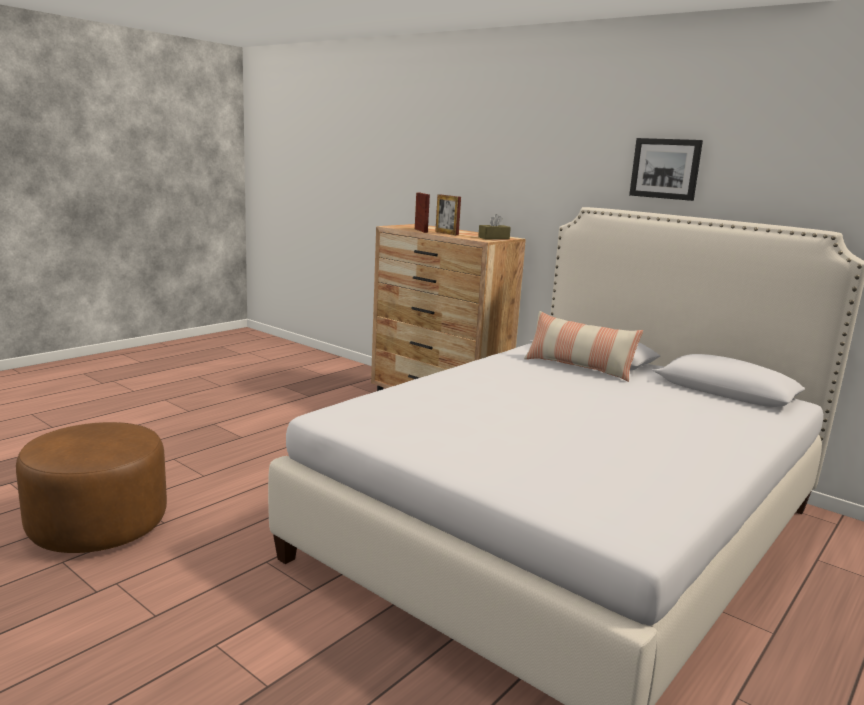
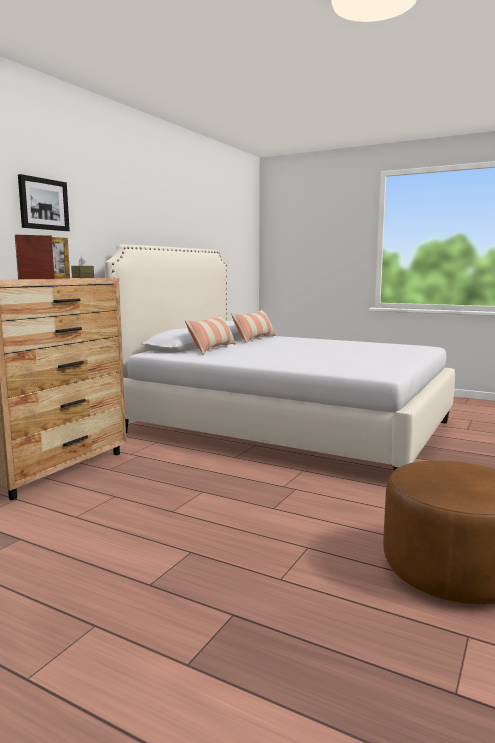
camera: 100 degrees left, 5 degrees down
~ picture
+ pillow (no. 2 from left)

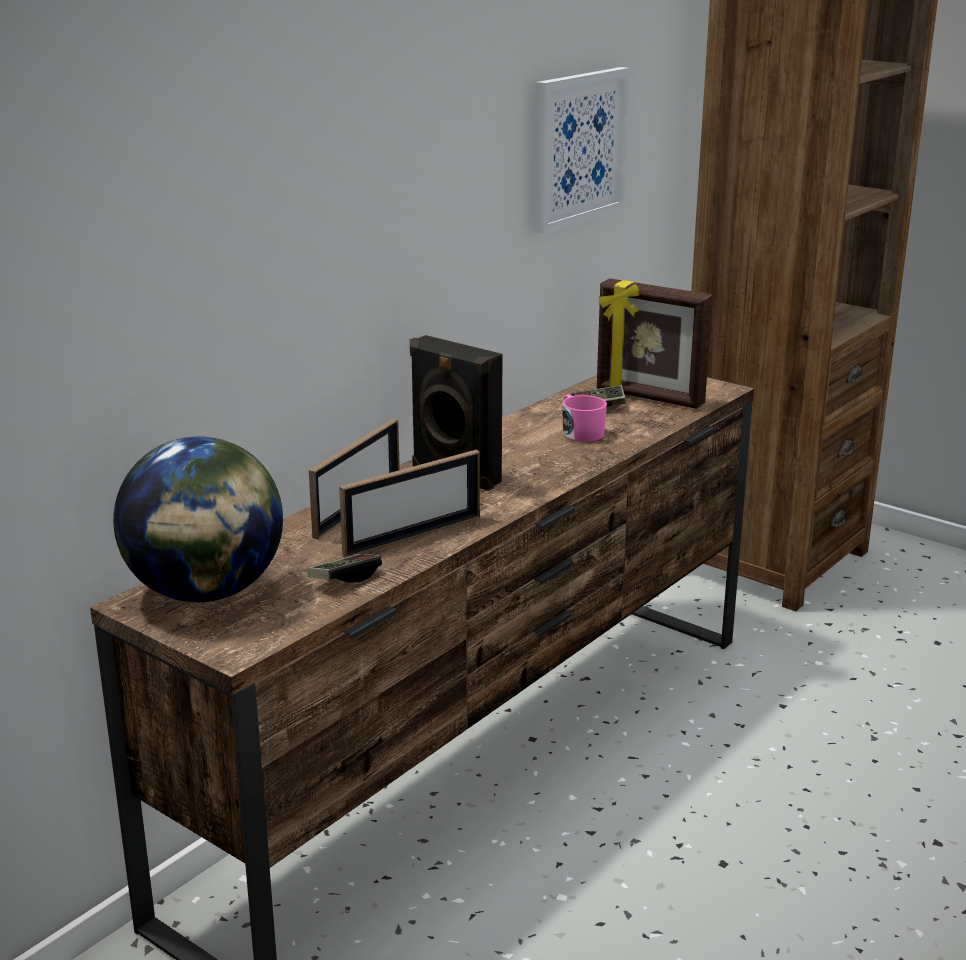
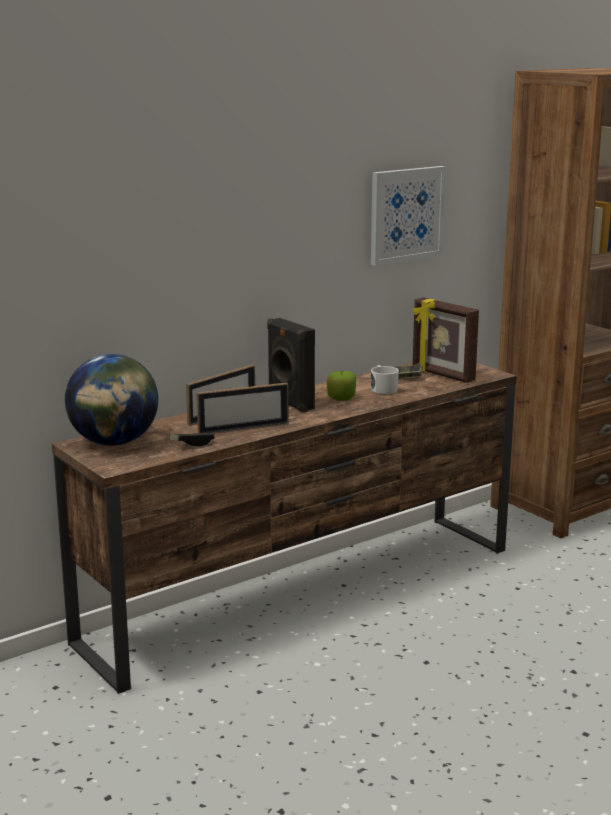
camera: 15 degrees right, 5 degrees down
+ apple
~ pink mug to white mug

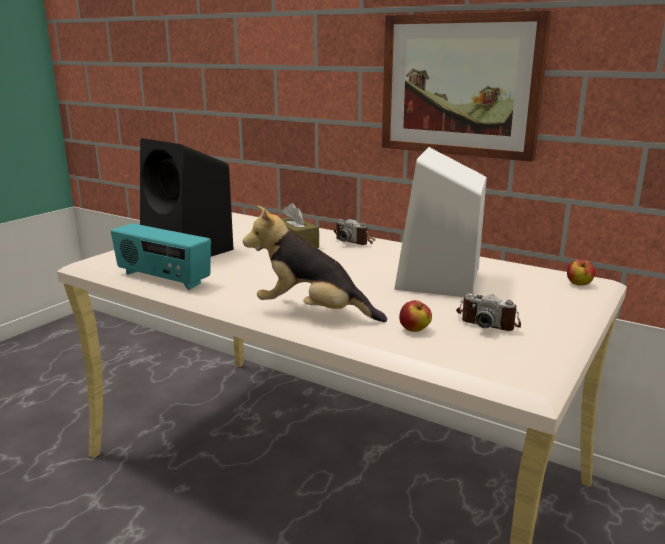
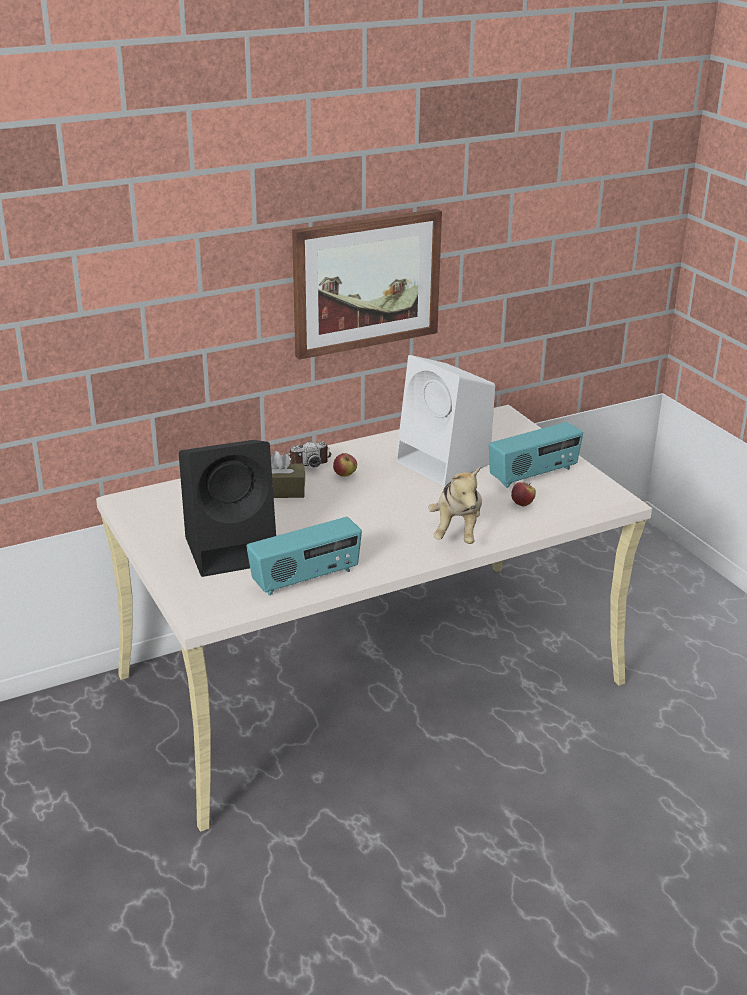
camera: 60 degrees left, 10 degrees up
~ apple (no. 2 from left in the first image) to apple (no. 1 from left)
~ plush toy 45 degrees counterclockwise
~ photo camera (no. 2 from left) to radio (no. 2 from left)

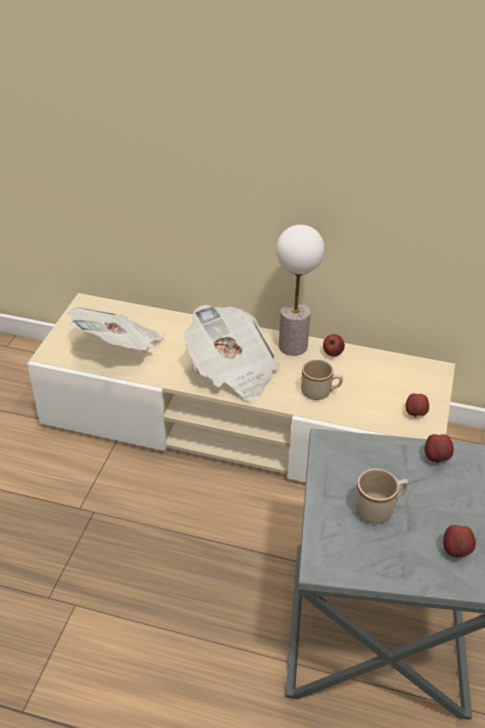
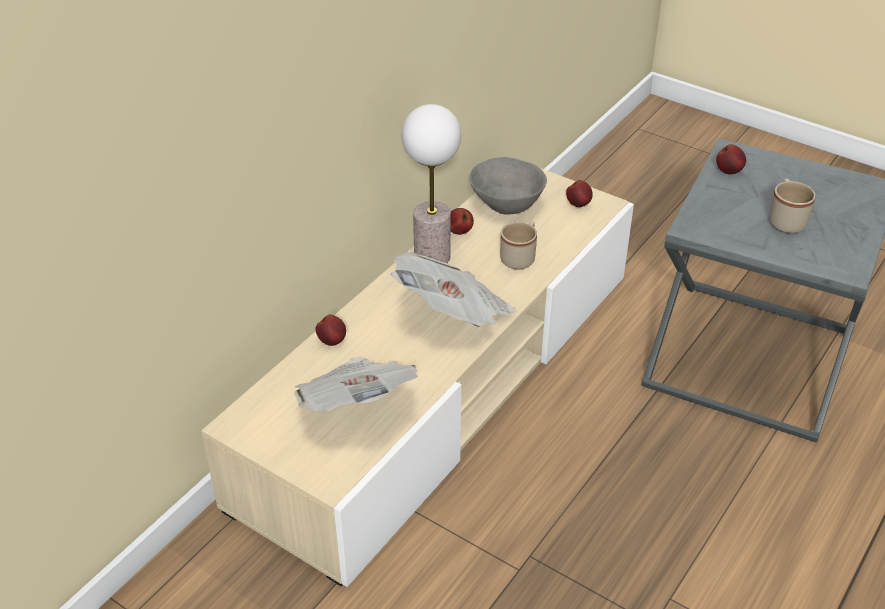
camera: 70 degrees left, 0 degrees up
~ apple (no. 4 from left in the first image) to apple (no. 1 from left)
+ grey bowl

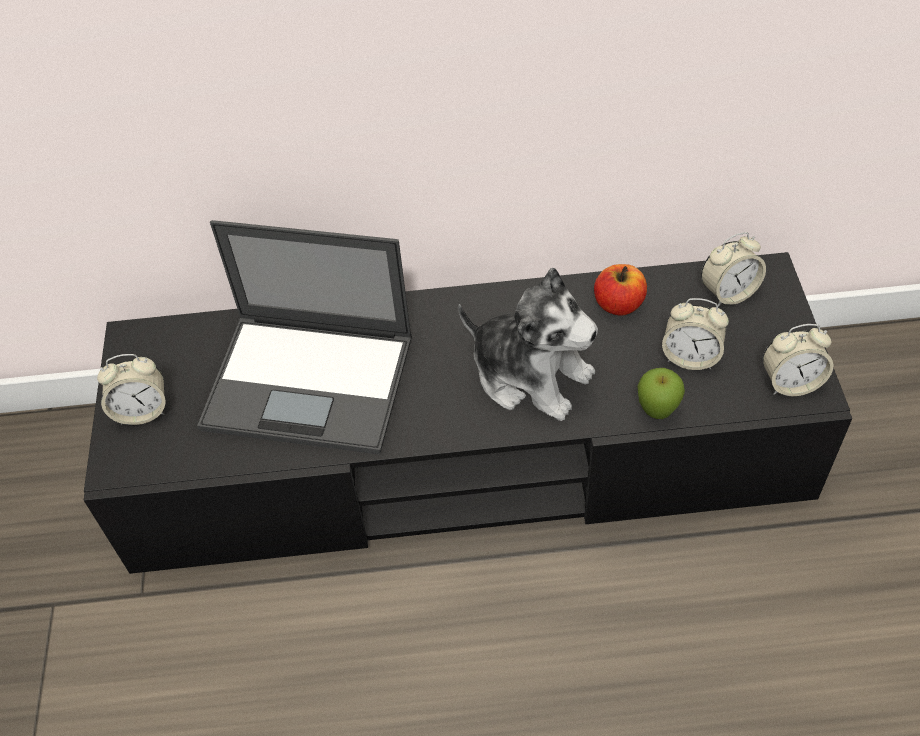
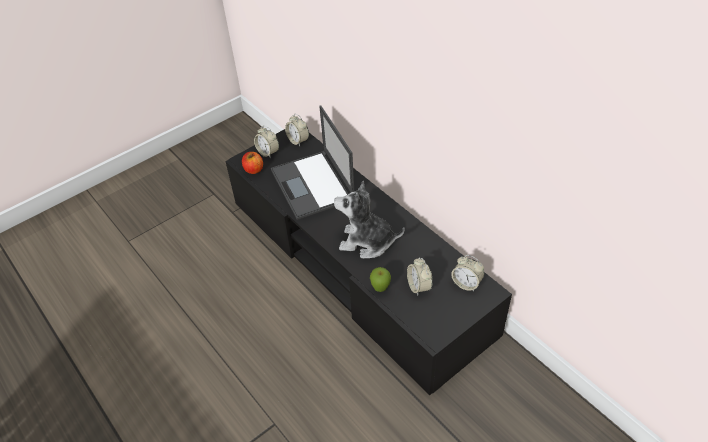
camera: 55 degrees right, 5 degrees down
~ apple (no. 1 from left)
~ alarm clock (no. 4 from left in the first image) to alarm clock (no. 2 from left)
~ plush toy 105 degrees clockwise

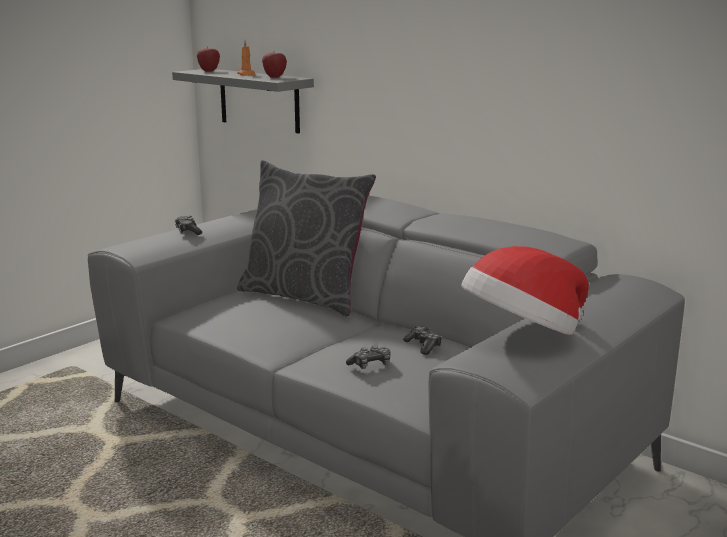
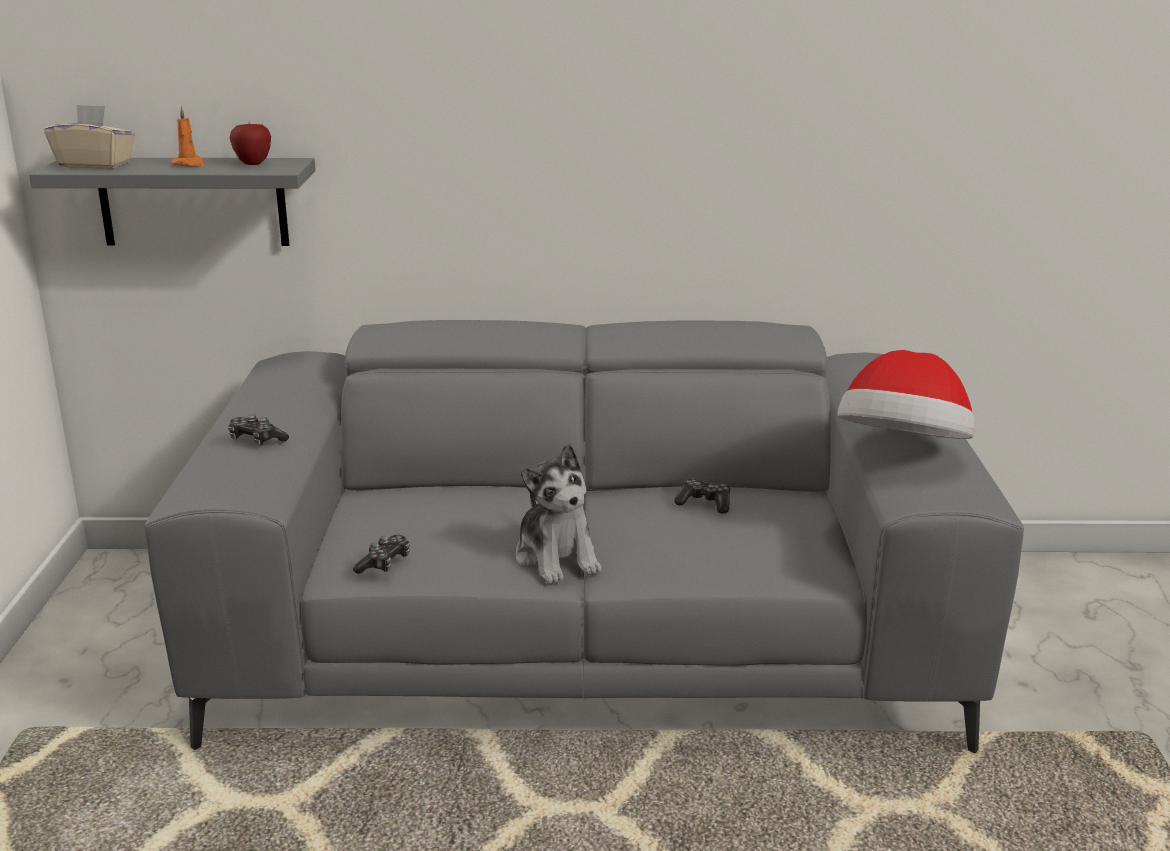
camera: 40 degrees left, 5 degrees up
~ apple (no. 1 from left) to beige tissue box
~ game controller (no. 2 from left)
+ plush toy
- grey pillow

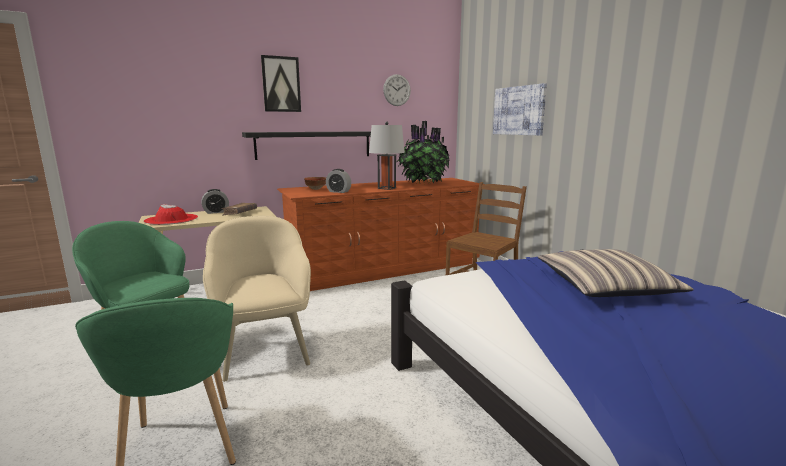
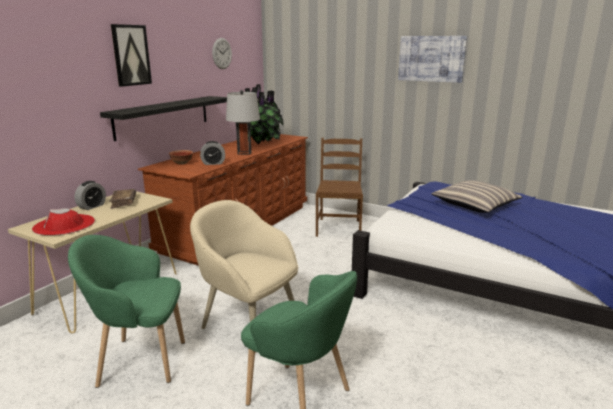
camera: 35 degrees left, 5 degrees up
~ picture (no. 2 from left)

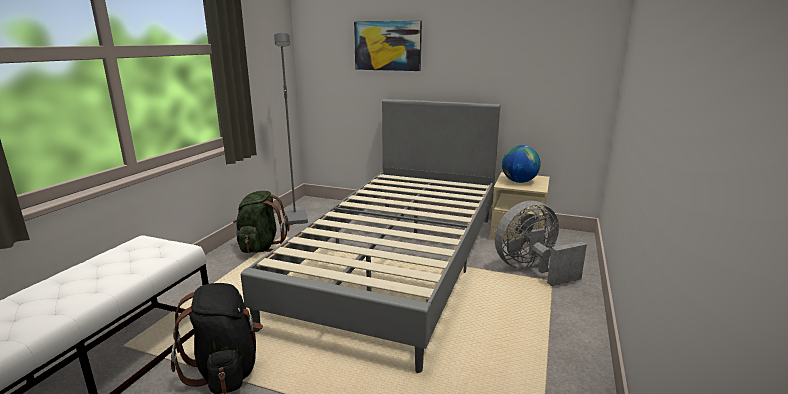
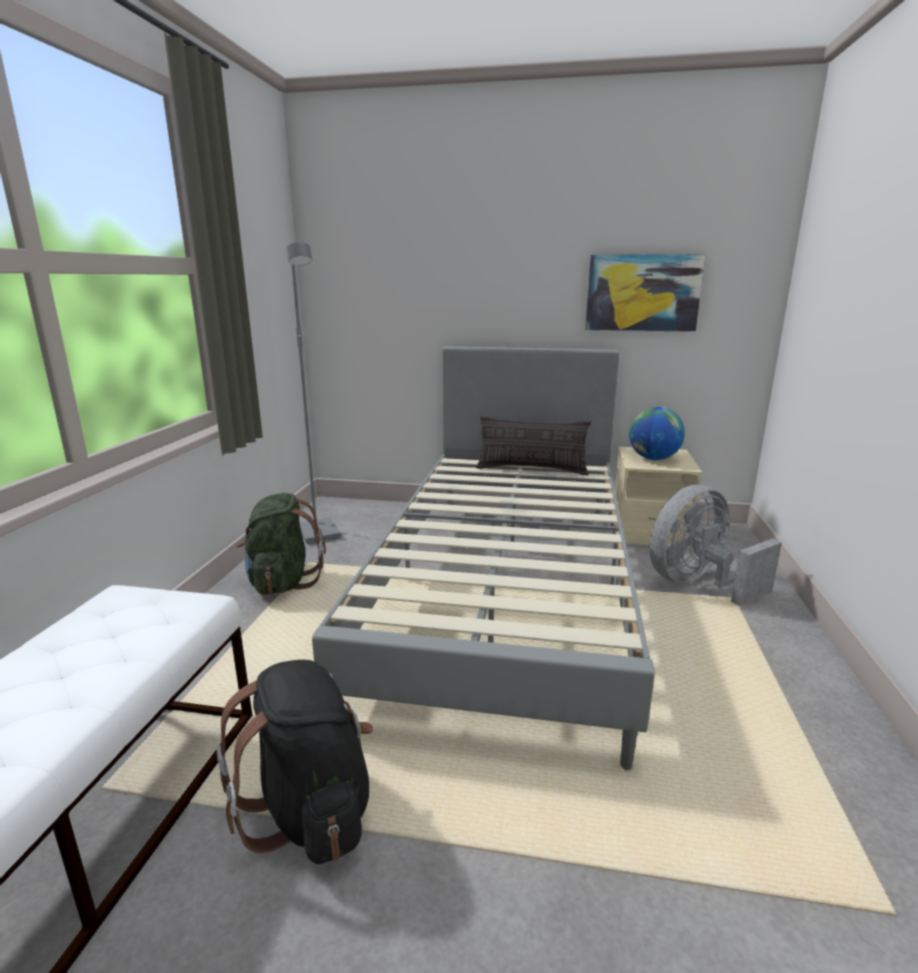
camera: 10 degrees left, 0 degrees up
+ pillow
~ picture

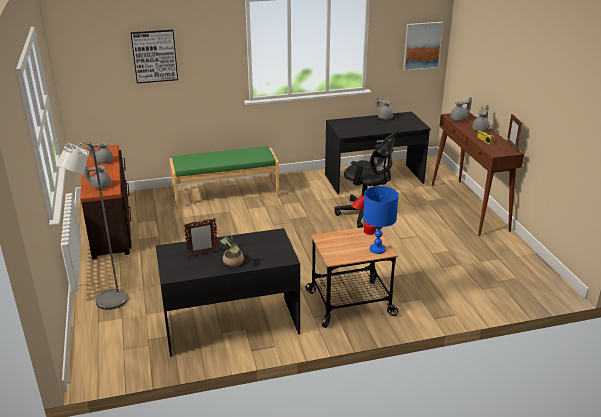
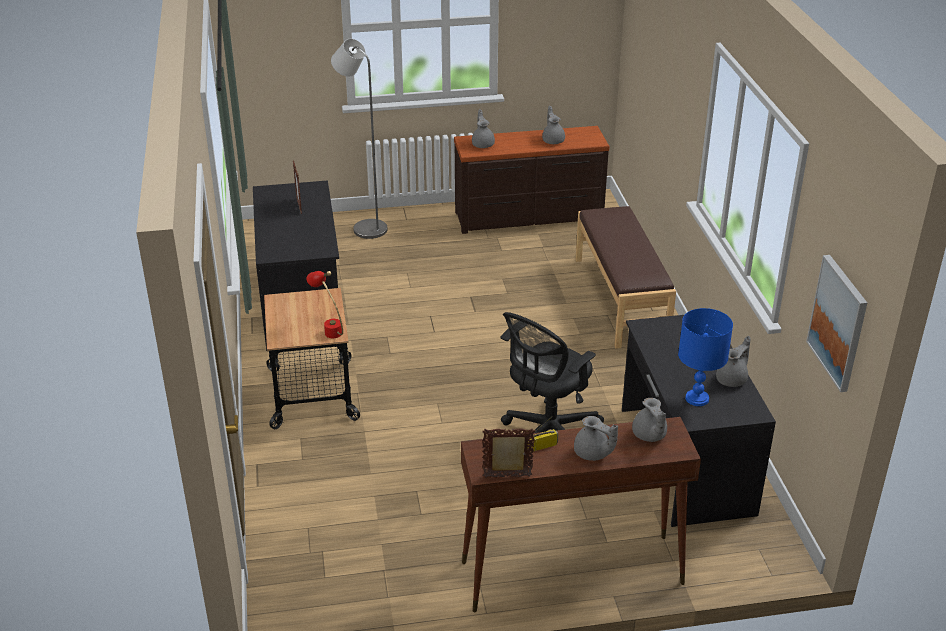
camera: 95 degrees right, 5 degrees up
~ green bench to brown bench
~ blue table lamp
- picture (no. 1 from left)
- potted plant

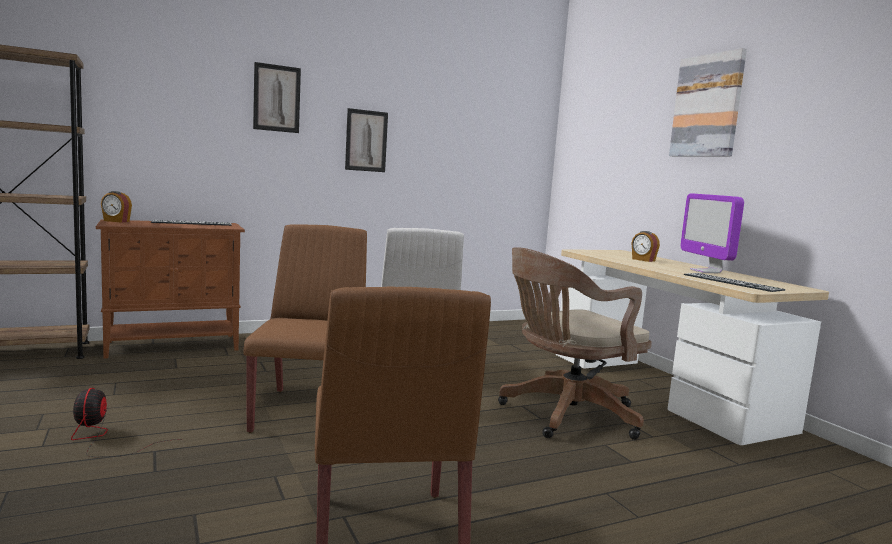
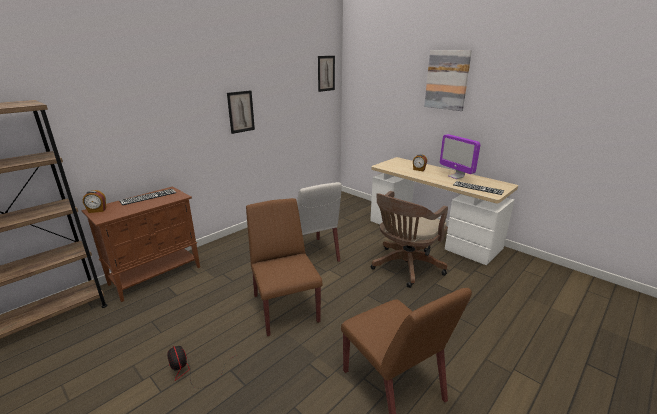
camera: 20 degrees left, 15 degrees up
~ picture (no. 1 from left in the first image) to picture (no. 2 from left)

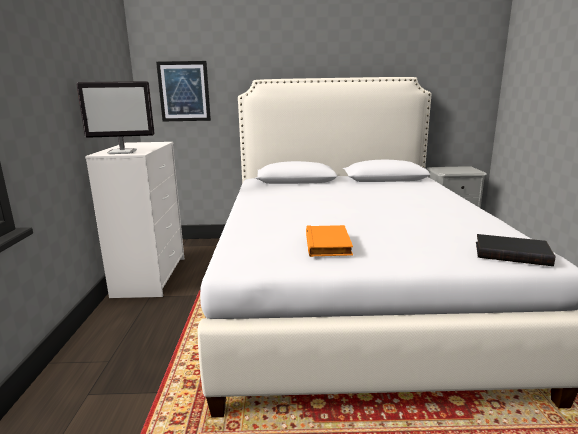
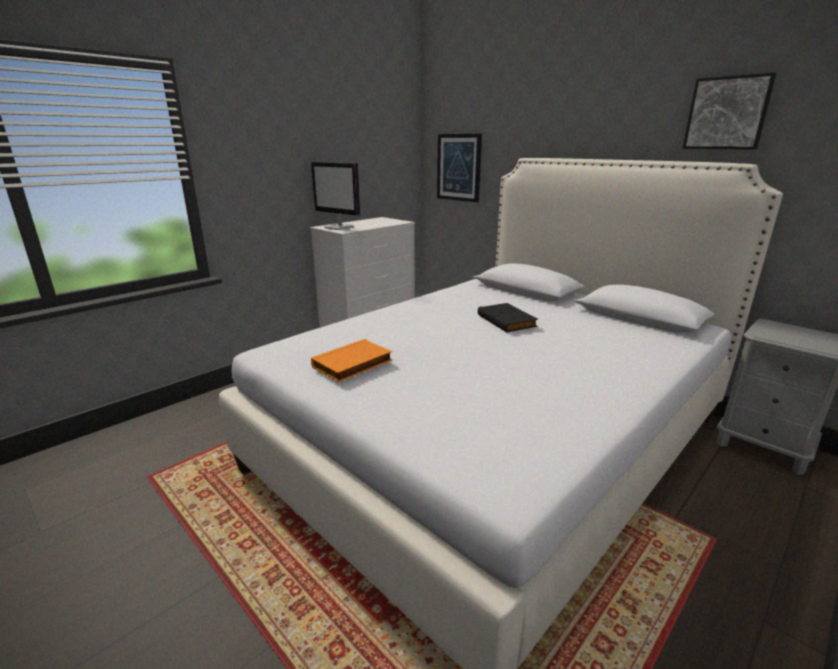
camera: 45 degrees right, 5 degrees up
~ black book
+ picture (no. 2 from left)

